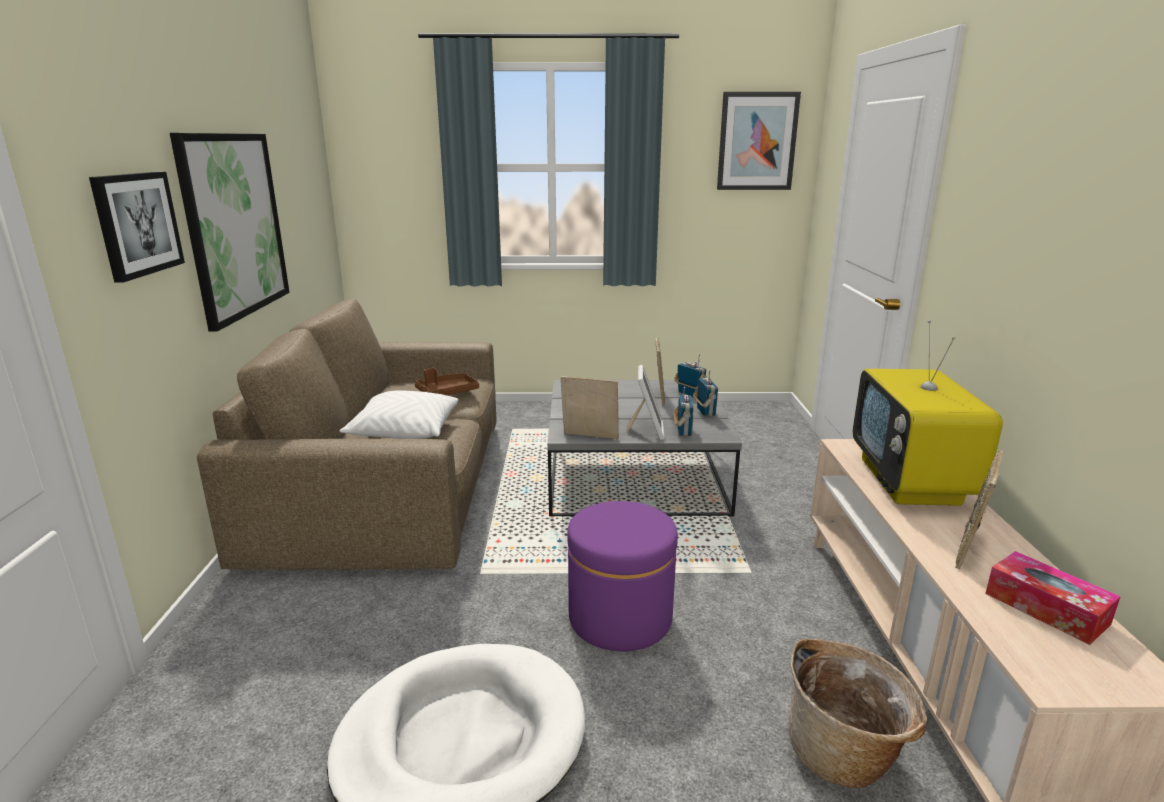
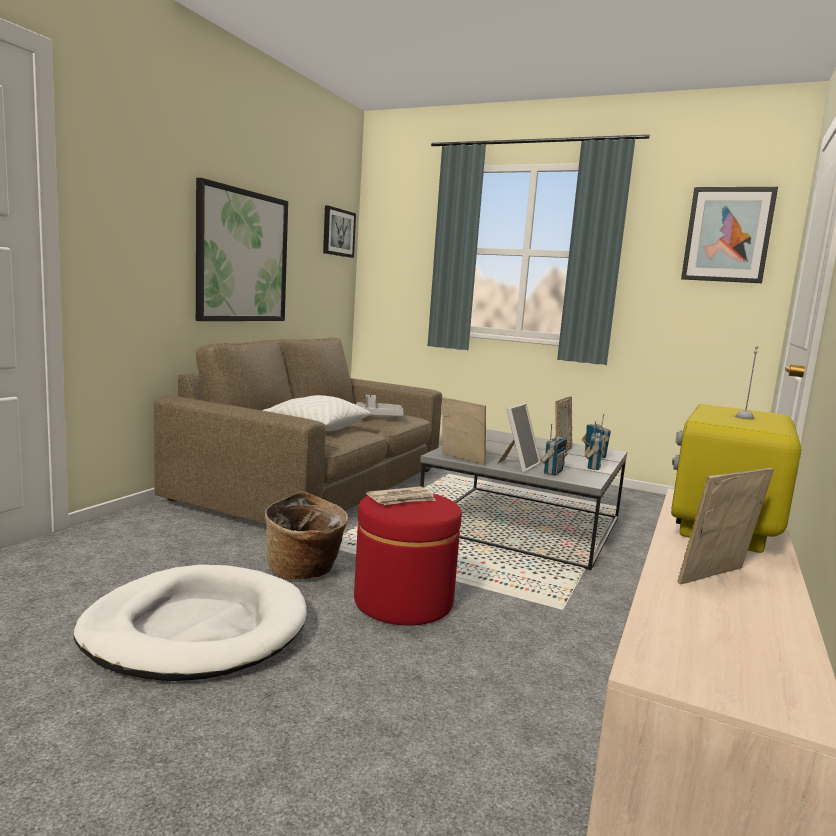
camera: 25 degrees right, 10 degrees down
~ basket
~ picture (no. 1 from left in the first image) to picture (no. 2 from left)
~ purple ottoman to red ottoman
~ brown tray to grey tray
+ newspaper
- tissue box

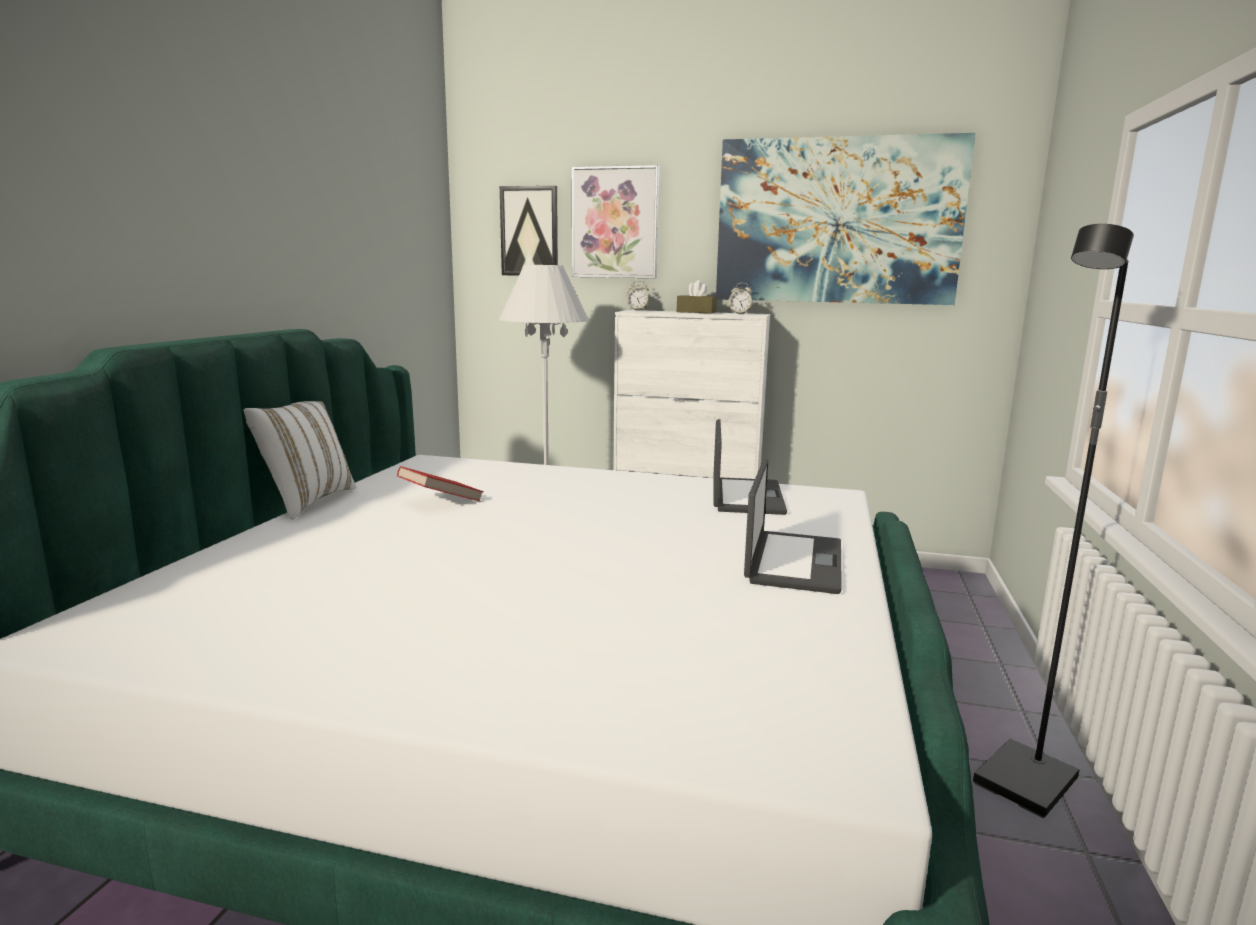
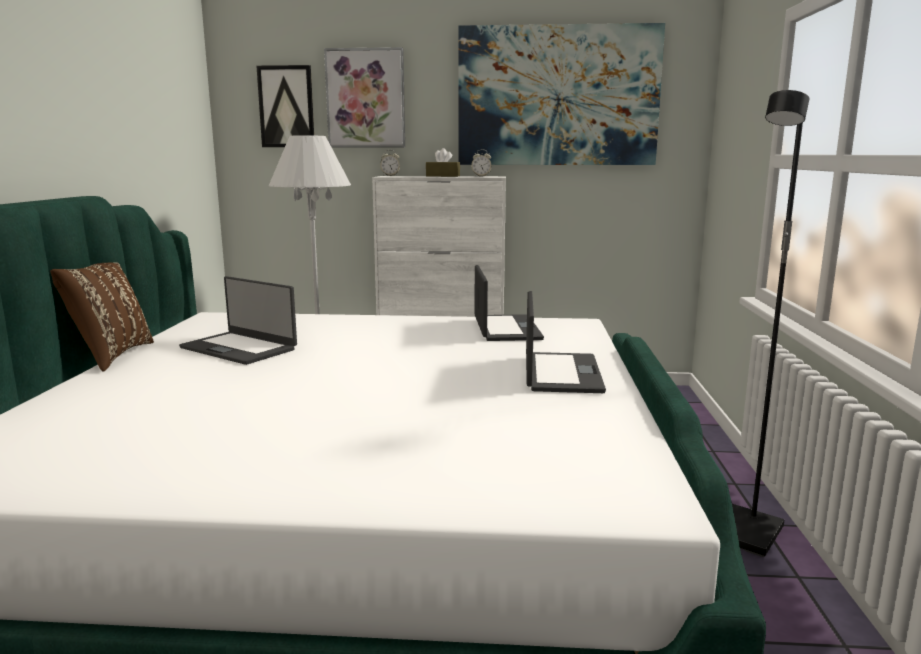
camera: 10 degrees left, 0 degrees up
~ white pillow to brown pillow
~ red book to laptop (no. 1 from left)

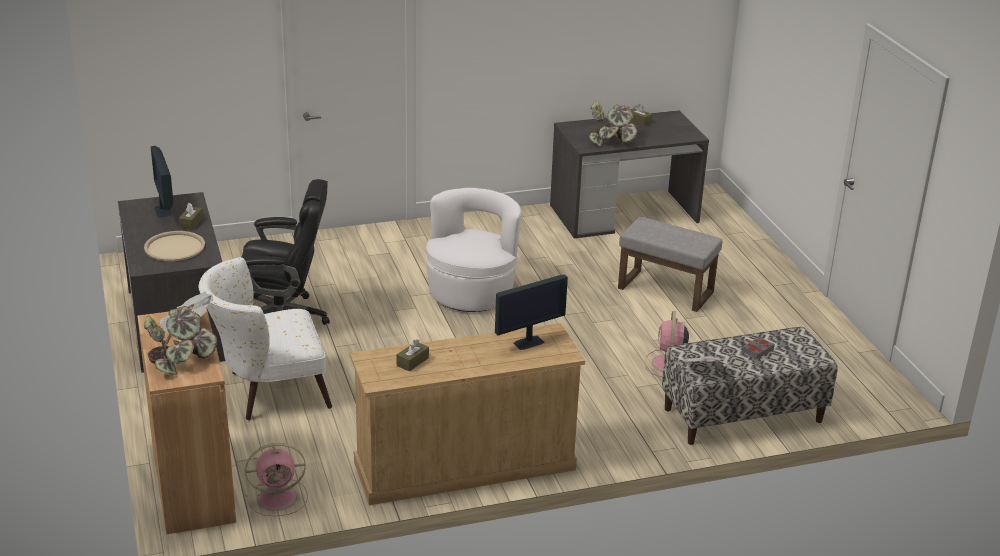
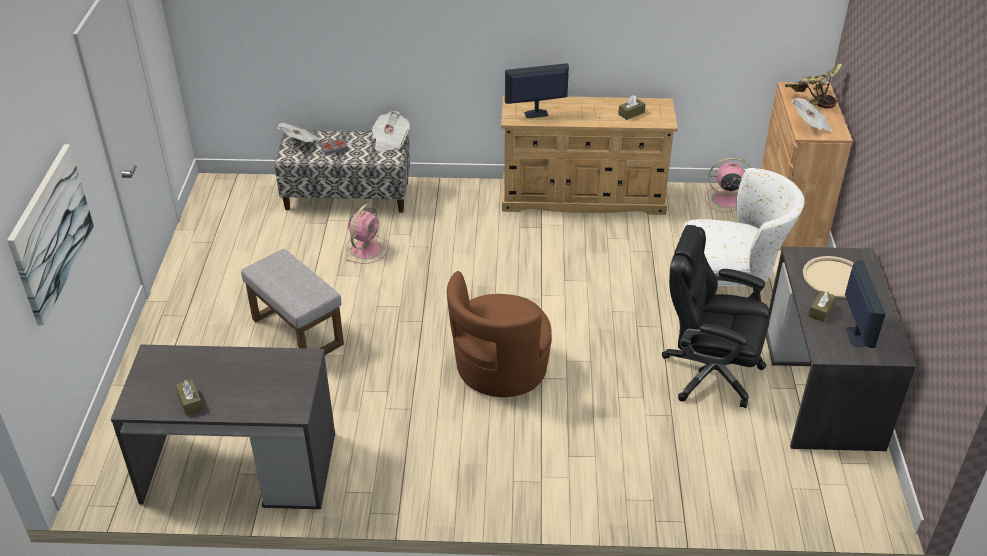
camera: 160 degrees left, 10 degrees up
+ picture
+ newspaper (no. 1 from left)
~ white armchair (no. 2 from left) to brown armchair
- potted plant (no. 2 from left)

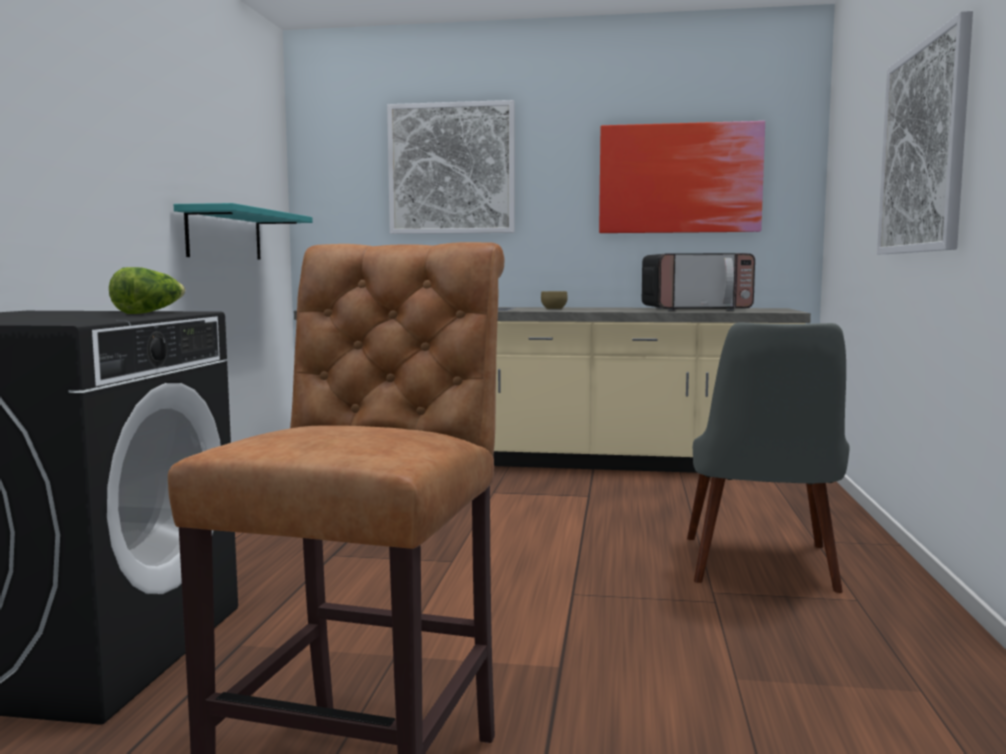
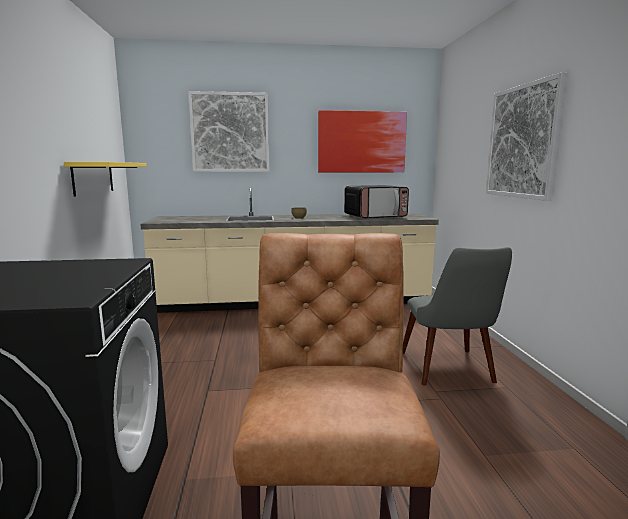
camera: 15 degrees left, 5 degrees up
~ turquoise shelf to yellow shelf
- lettuce

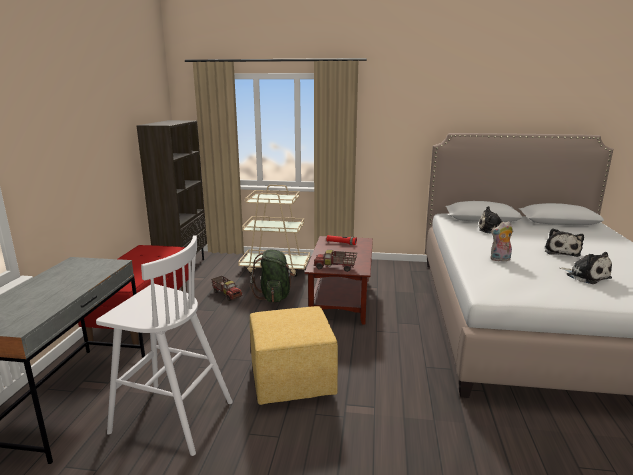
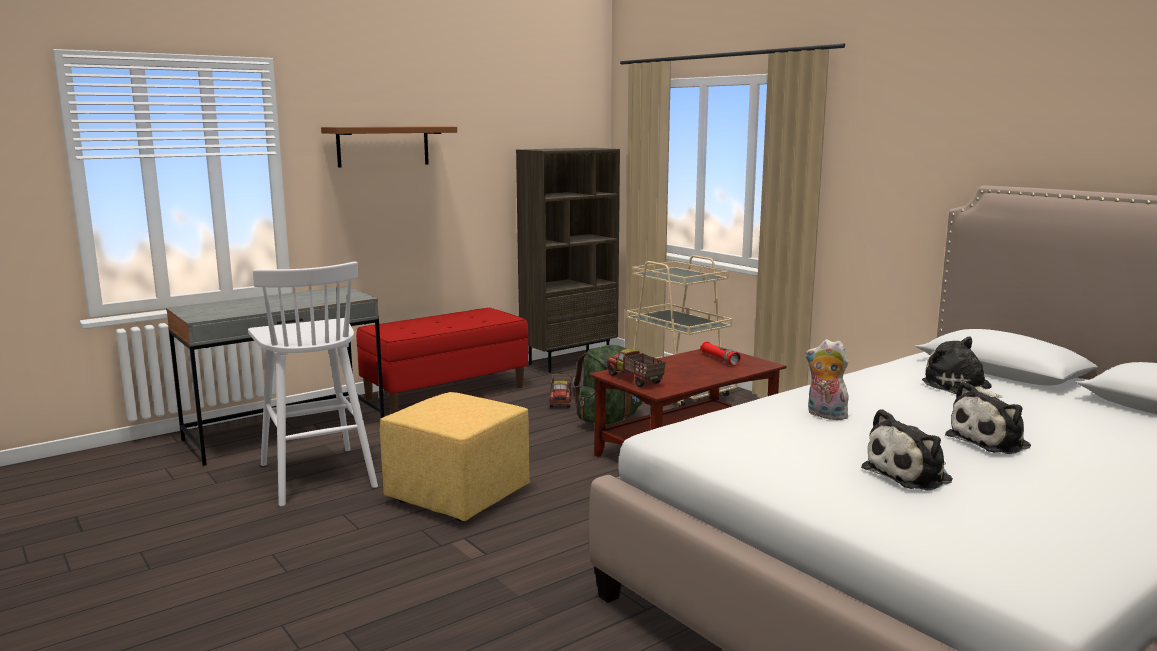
camera: 45 degrees right, 5 degrees down
+ brown shelf
~ plush toy (no. 4 from left in the first image) 45 degrees clockwise

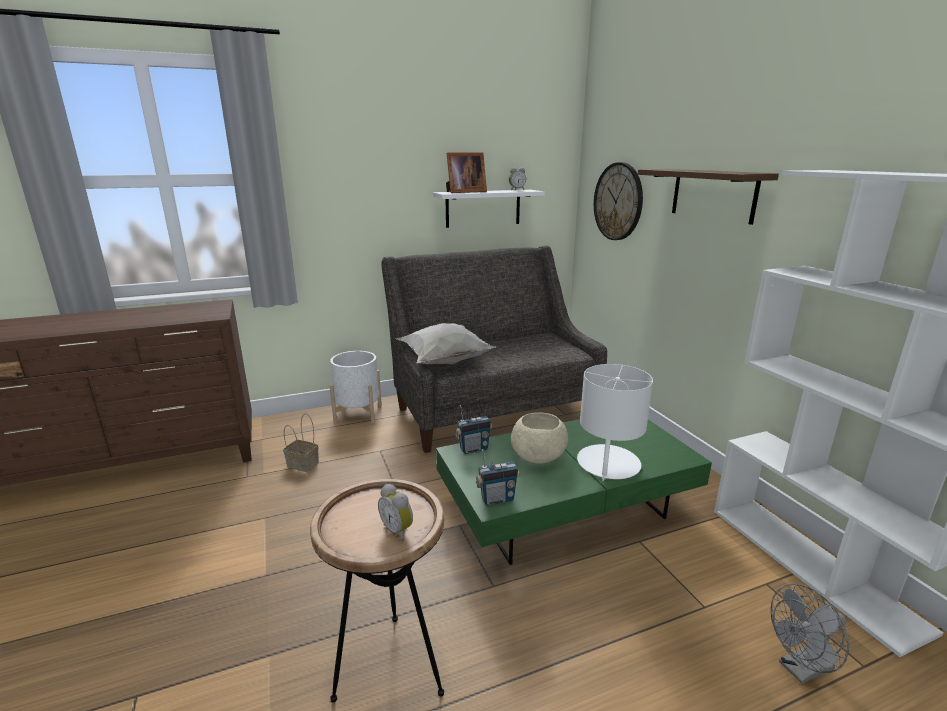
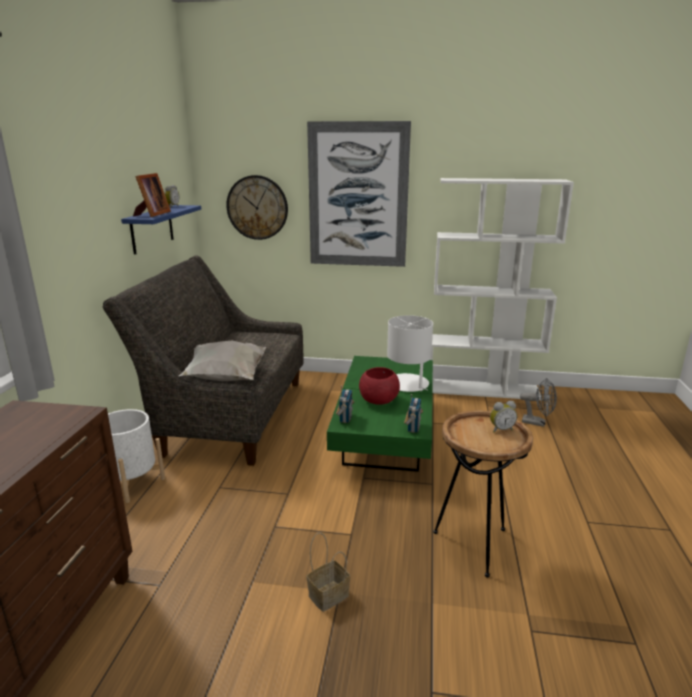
camera: 60 degrees left, 0 degrees up
~ white shelf to blue shelf
~ brown shelf to picture
~ basket
~ beige bowl to red bowl
~ grey fan 75 degrees counterclockwise

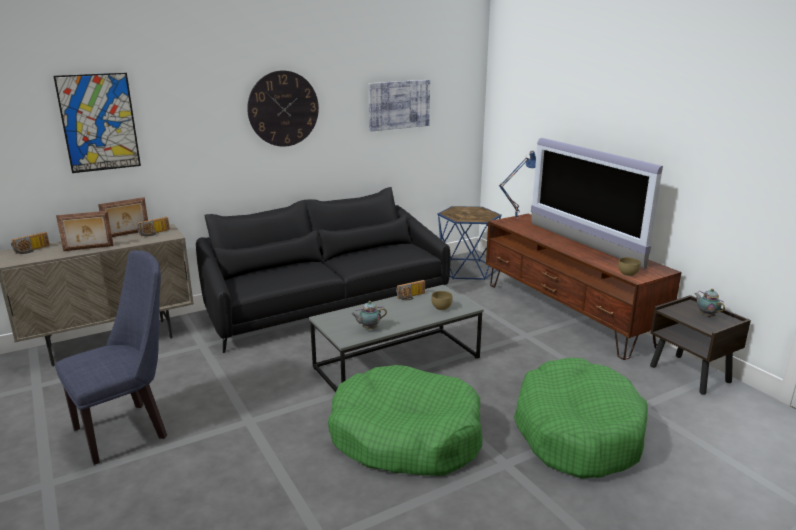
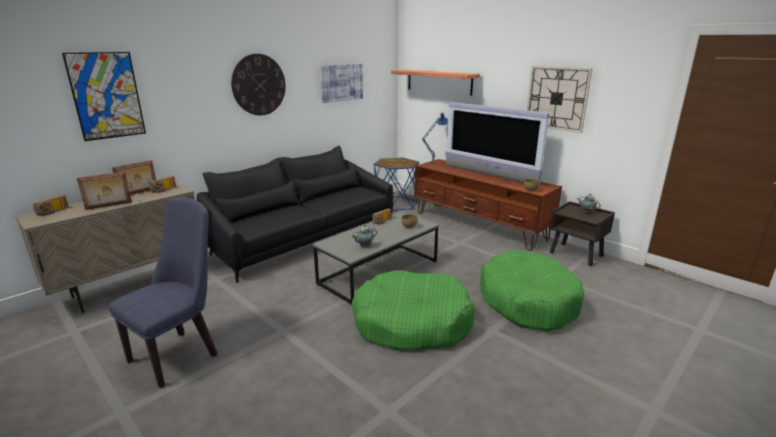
camera: 15 degrees left, 0 degrees up
+ shelf
+ wall clock (no. 2 from left)

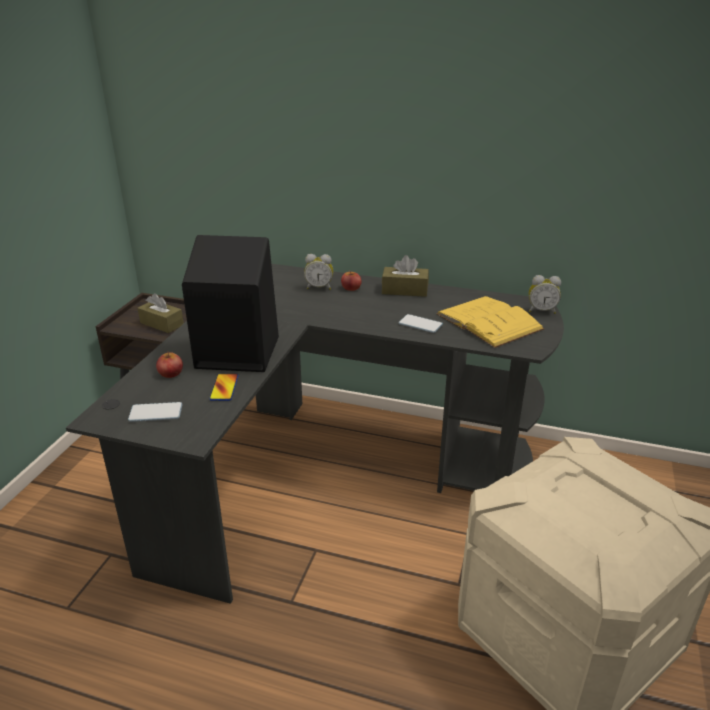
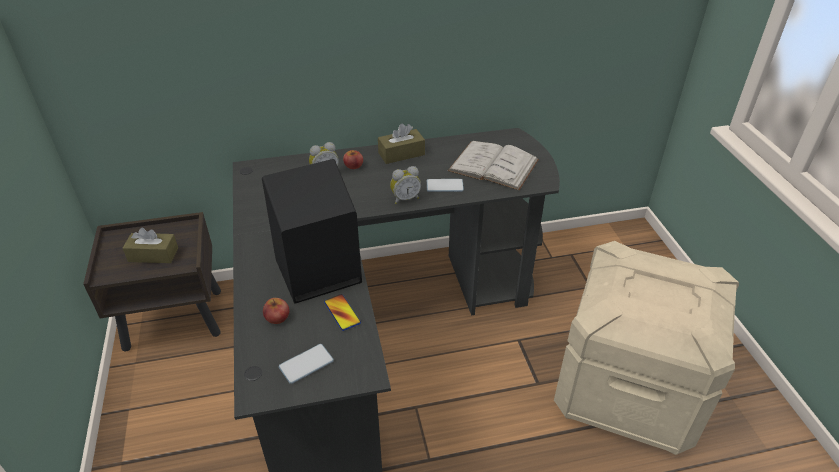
camera: 30 degrees left, 10 degrees up
~ alarm clock (no. 2 from left)
~ yellow book to white book

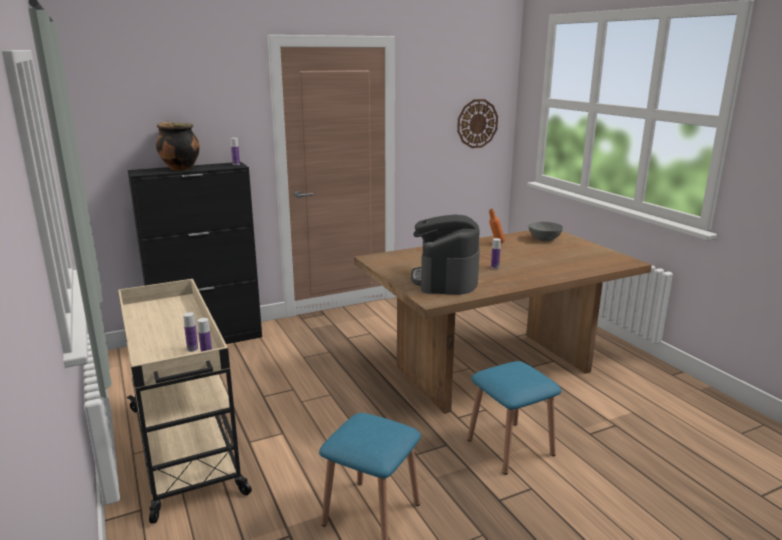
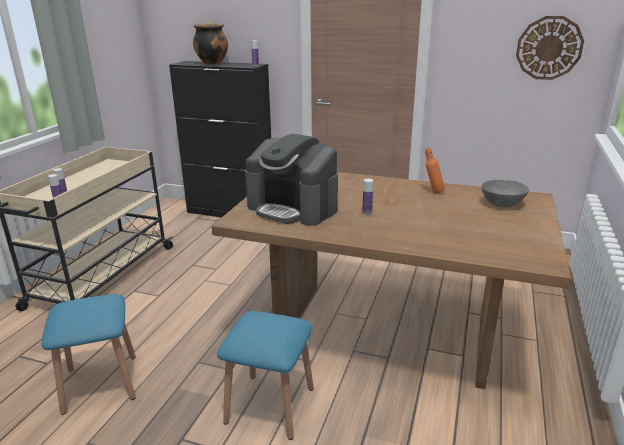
camera: 45 degrees right, 5 degrees up
~ coffee machine 105 degrees counterclockwise

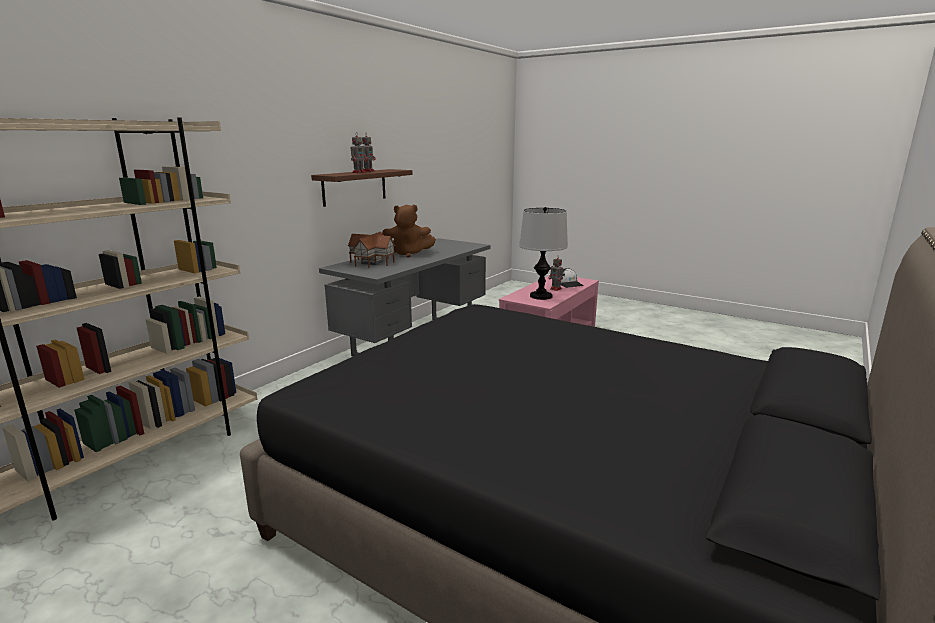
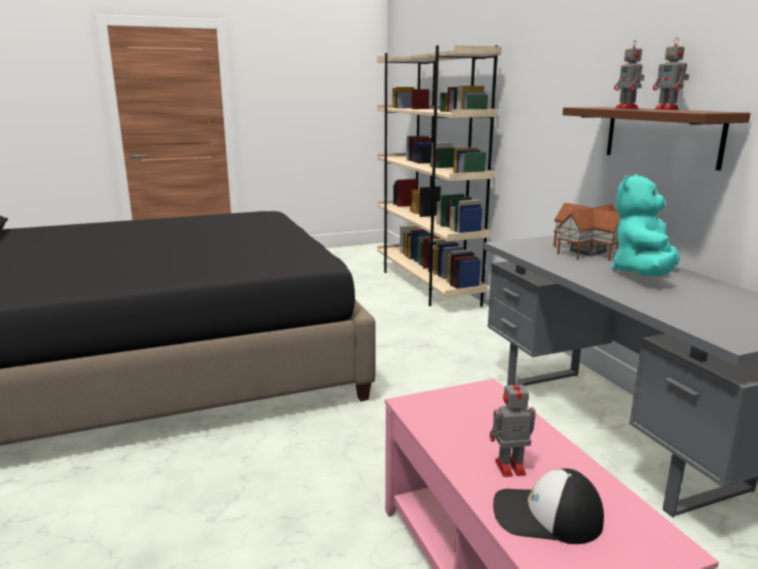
camera: 125 degrees right, 0 degrees up
~ brown plush toy to turquoise plush toy
- table lamp

